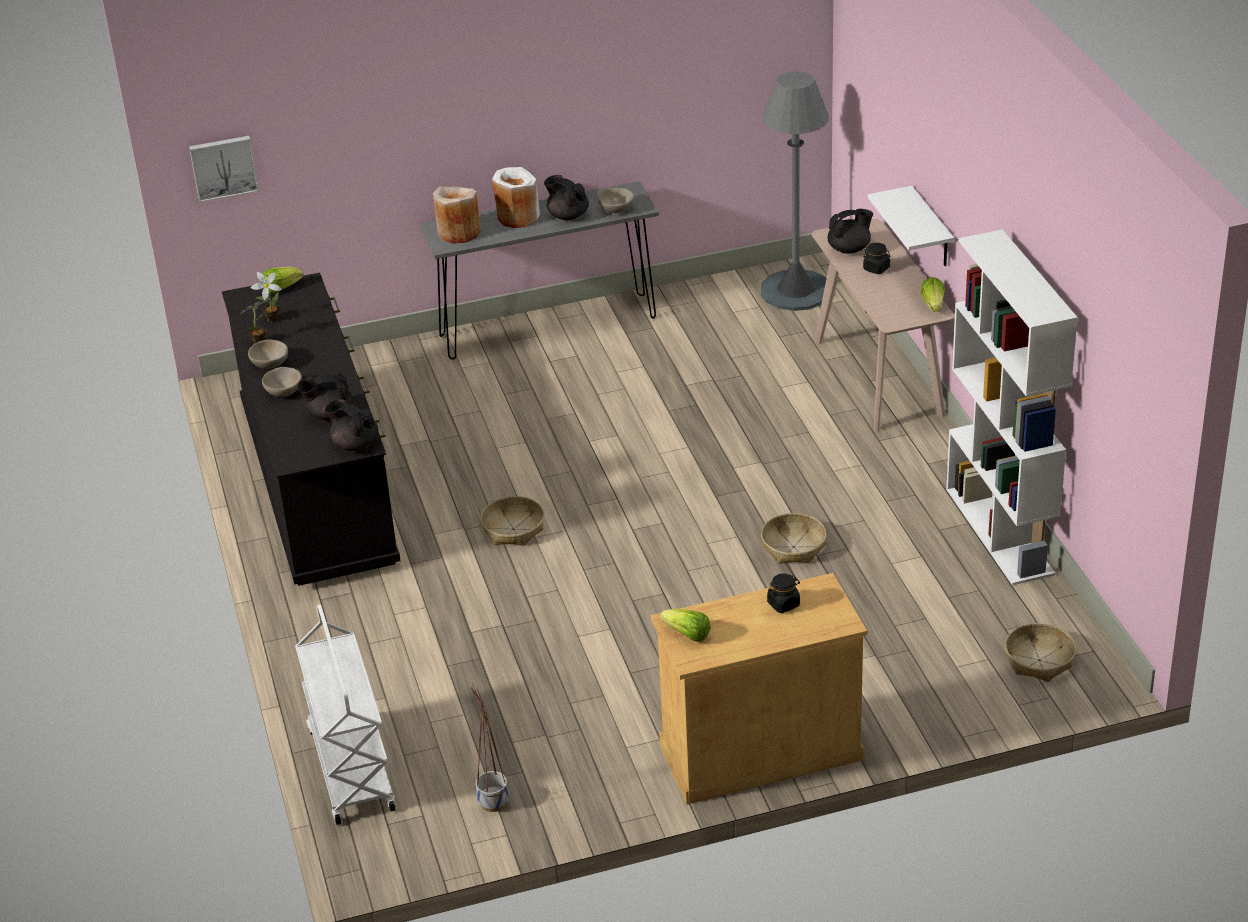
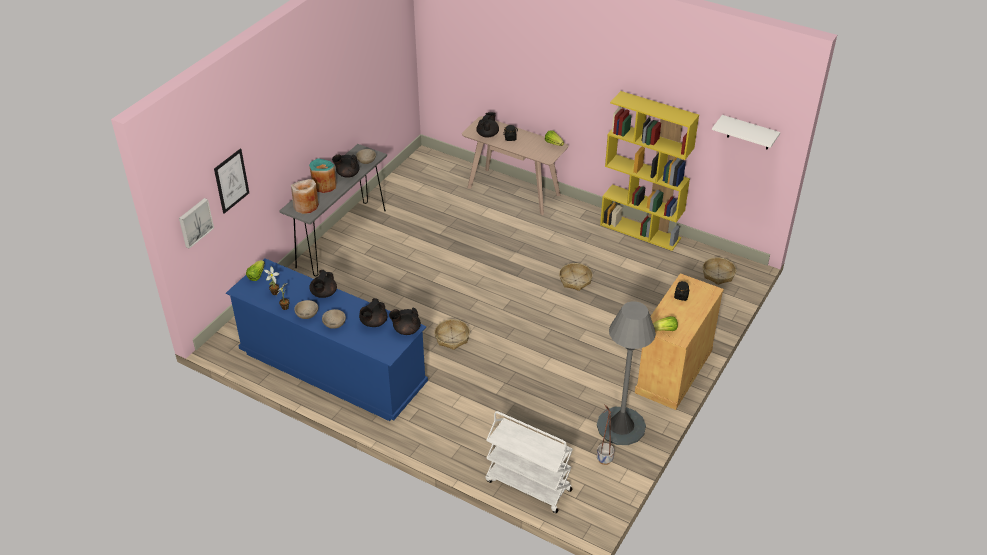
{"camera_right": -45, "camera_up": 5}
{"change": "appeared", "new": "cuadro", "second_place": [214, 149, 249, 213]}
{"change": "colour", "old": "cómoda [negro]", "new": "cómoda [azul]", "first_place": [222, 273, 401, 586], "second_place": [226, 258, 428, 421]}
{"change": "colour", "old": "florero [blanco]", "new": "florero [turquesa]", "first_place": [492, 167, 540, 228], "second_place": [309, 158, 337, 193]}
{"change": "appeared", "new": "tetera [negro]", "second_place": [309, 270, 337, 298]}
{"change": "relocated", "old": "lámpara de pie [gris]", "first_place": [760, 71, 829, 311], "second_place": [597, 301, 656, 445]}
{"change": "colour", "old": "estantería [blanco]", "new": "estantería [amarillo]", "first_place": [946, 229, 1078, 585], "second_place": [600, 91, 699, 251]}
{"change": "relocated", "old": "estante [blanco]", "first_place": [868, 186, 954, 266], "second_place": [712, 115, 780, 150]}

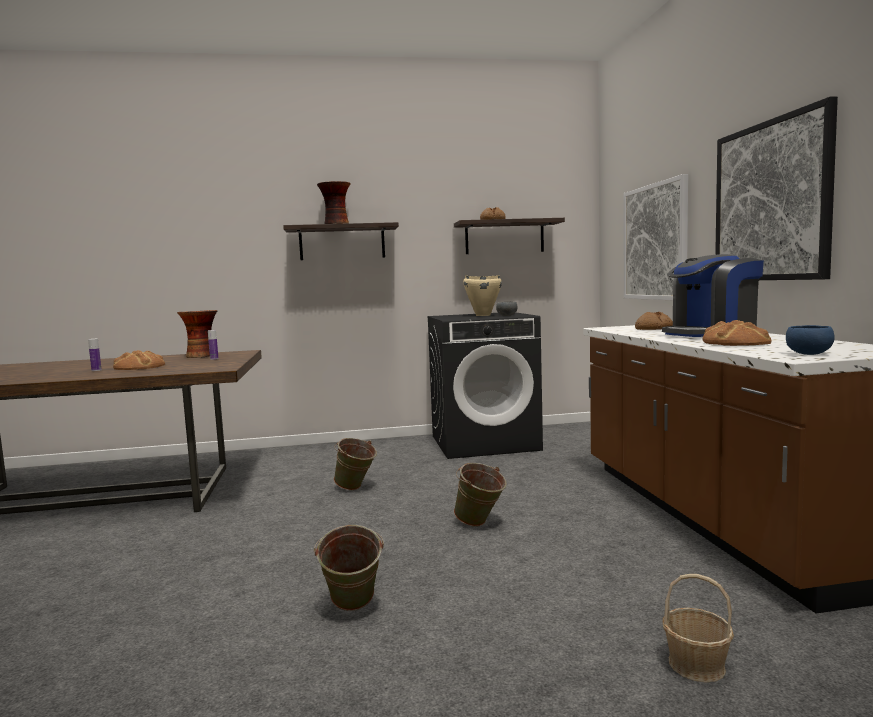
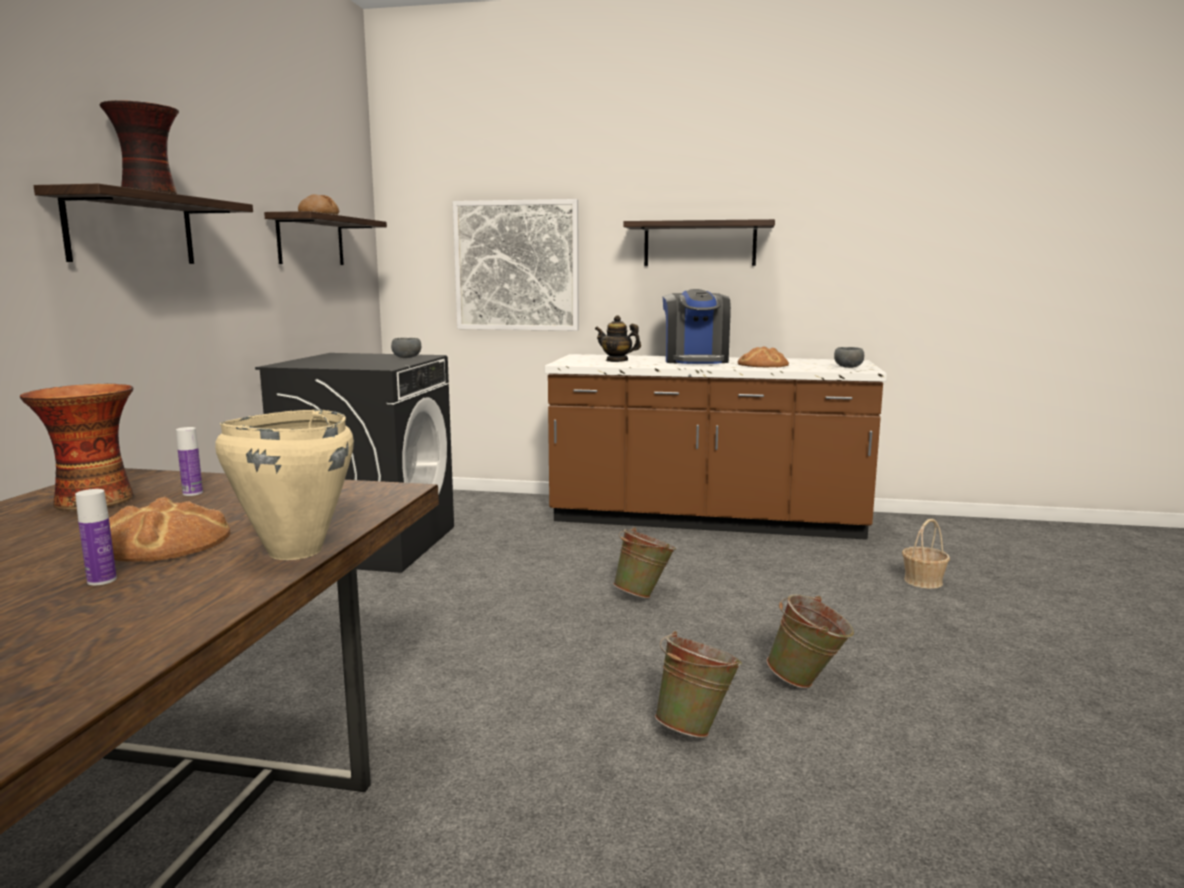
{"camera_right": -70, "camera_up": 5}
{"change": "relocated", "old": "olla [beis]", "first_place": [463, 275, 502, 316], "second_place": [215, 409, 354, 560]}
{"change": "exchanged", "old": "pan", "new": "tetera", "first_place": [635, 312, 673, 330], "second_place": [595, 315, 641, 362]}
{"change": "exchanged", "old": "cuadro", "new": "estante", "first_place": [715, 97, 838, 280], "second_place": [623, 219, 775, 266]}
{"change": "relocated", "old": "cubo [verde]", "first_place": [334, 438, 377, 490], "second_place": [655, 631, 742, 738]}
{"change": "colour", "old": "cuenco [azul]", "new": "cuenco [gris]", "first_place": [786, 325, 835, 355], "second_place": [834, 347, 864, 368]}

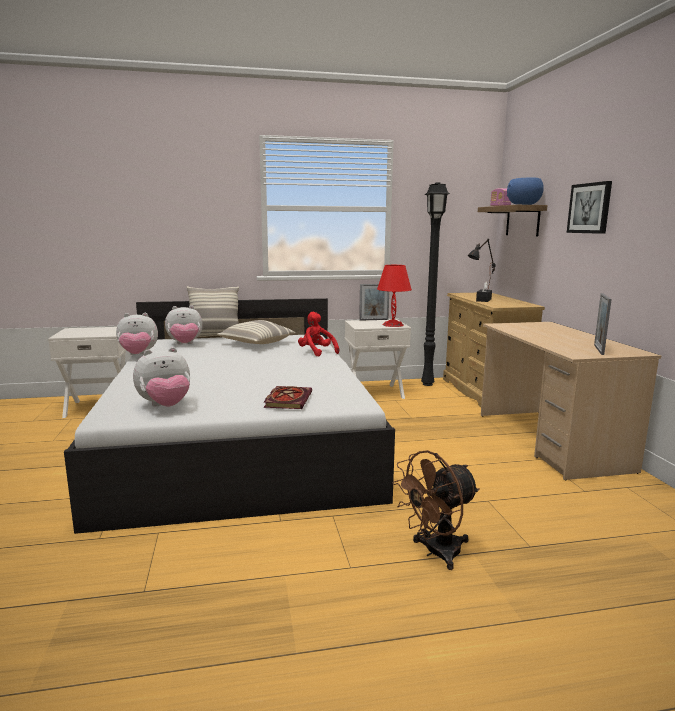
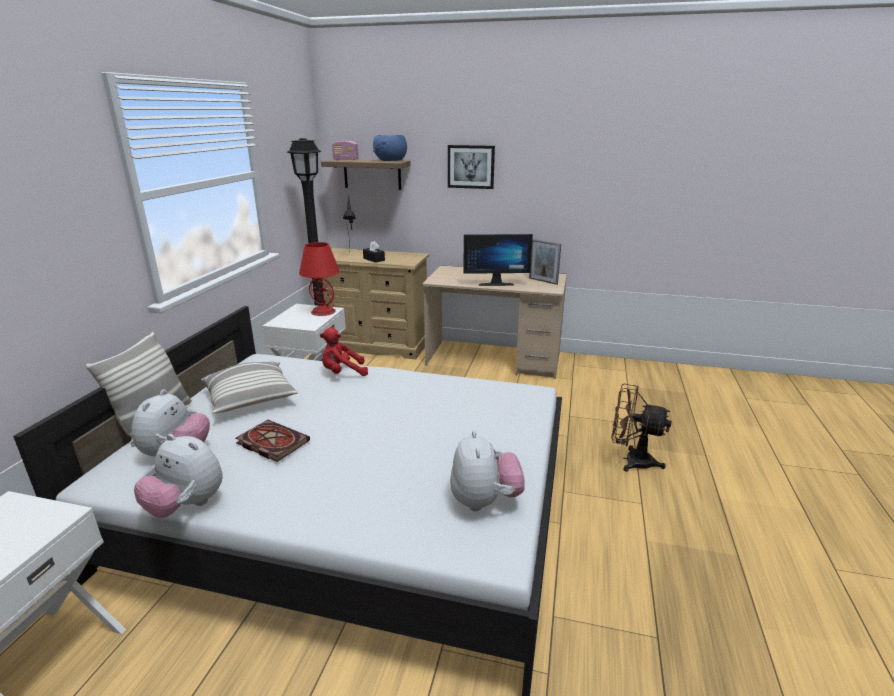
{"camera_right": -65, "camera_up": 10}
{"change": "spun", "old": "peluche", "first_place": [116, 313, 158, 355], "second_place": [134, 434, 223, 518], "degrees": 105}
{"change": "relocated", "old": "libro", "first_place": [264, 386, 312, 409], "second_place": [236, 420, 310, 462]}
{"change": "appeared", "new": "monitor", "second_place": [463, 234, 533, 286]}
{"change": "spun", "old": "ventilador [marrón]", "first_place": [392, 450, 480, 570], "second_place": [611, 384, 672, 472], "degrees": 120}
{"change": "missing", "old": "portarretratos", "first_place": [359, 284, 389, 321]}

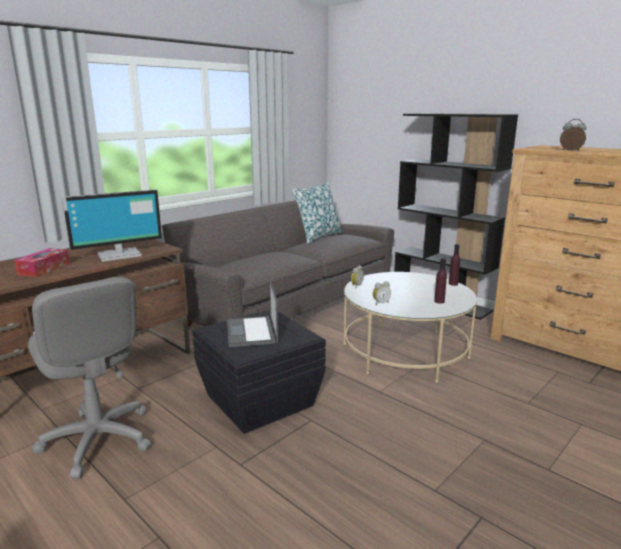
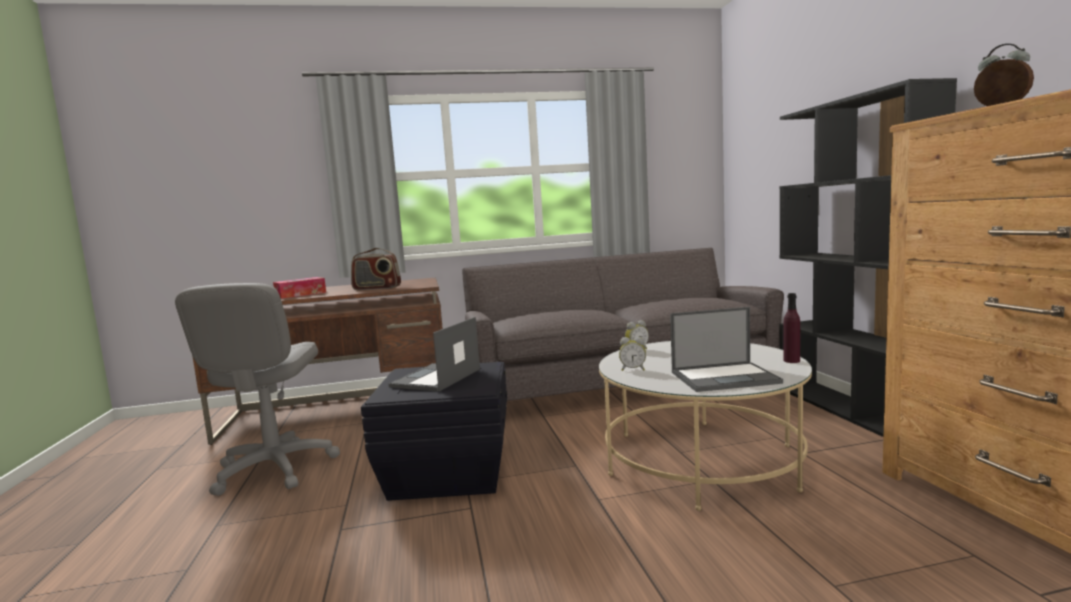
{"camera_right": 35, "camera_up": -10}
{"change": "exchanged", "old": "monitor", "new": "radio", "first_place": [62, 190, 162, 262], "second_place": [351, 248, 401, 290]}
{"change": "exchanged", "old": "botella [morado]", "new": "portátil", "first_place": [434, 258, 447, 304], "second_place": [670, 307, 783, 392]}
{"change": "missing", "old": "cojín", "first_place": [292, 182, 343, 244]}

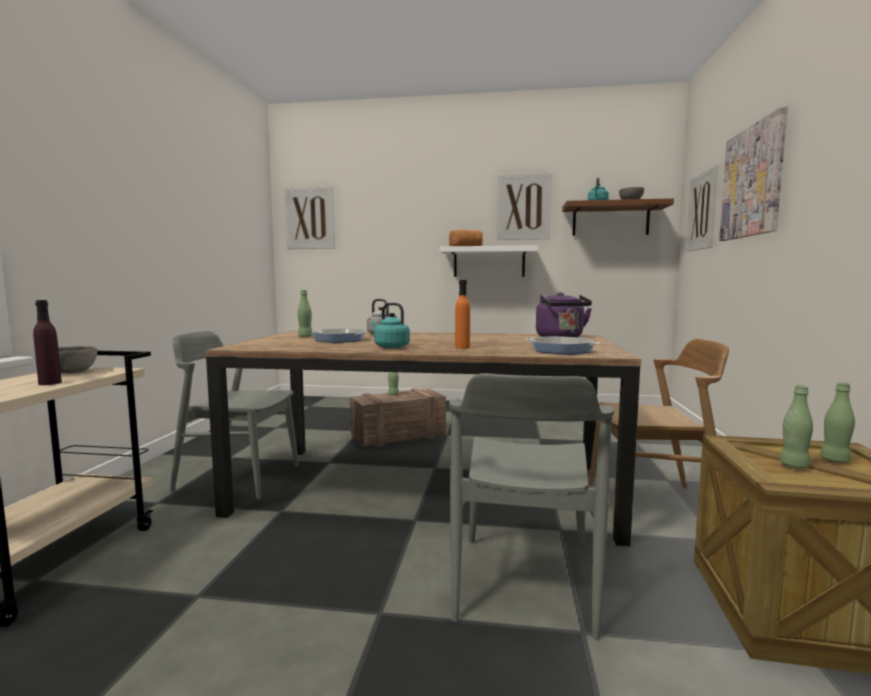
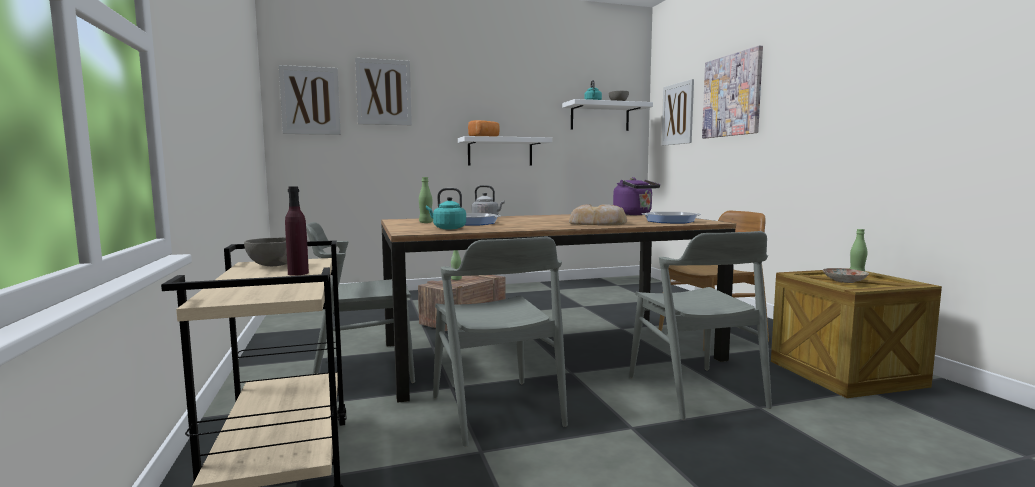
{"camera_right": -25, "camera_up": 0}
{"change": "relocated", "old": "cuadro", "first_place": [497, 173, 552, 240], "second_place": [355, 58, 412, 125]}
{"change": "relocated", "old": "hervidor [turquesa]", "first_place": [372, 303, 410, 348], "second_place": [426, 188, 466, 229]}
{"change": "appeared", "new": "silla [gris]", "second_place": [433, 236, 568, 447]}
{"change": "colour", "old": "estante [marrón]", "new": "estante [blanco]", "first_place": [562, 198, 674, 236], "second_place": [562, 99, 653, 131]}
{"change": "exchanged", "old": "botella [naranja]", "new": "pan", "first_place": [455, 280, 470, 349], "second_place": [569, 204, 627, 225]}
{"change": "exchanged", "old": "botella [verde]", "new": "plato", "first_place": [780, 385, 813, 468], "second_place": [823, 268, 869, 283]}

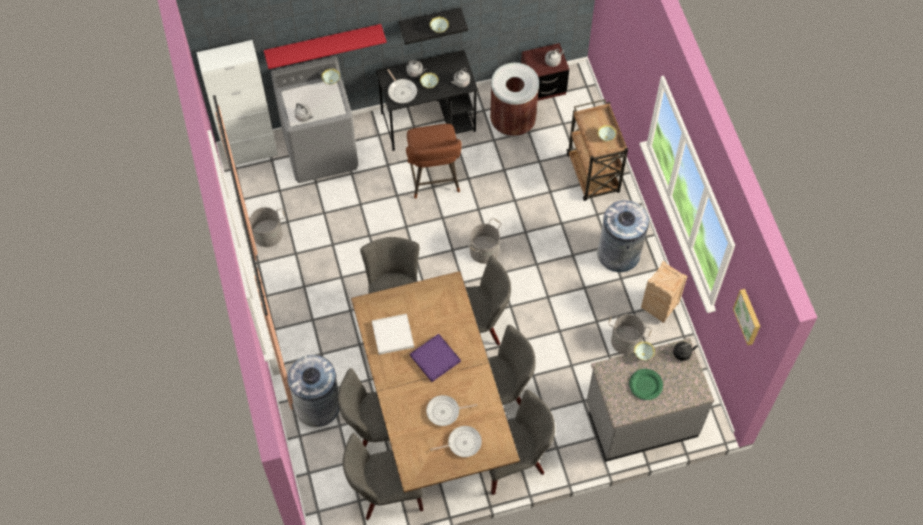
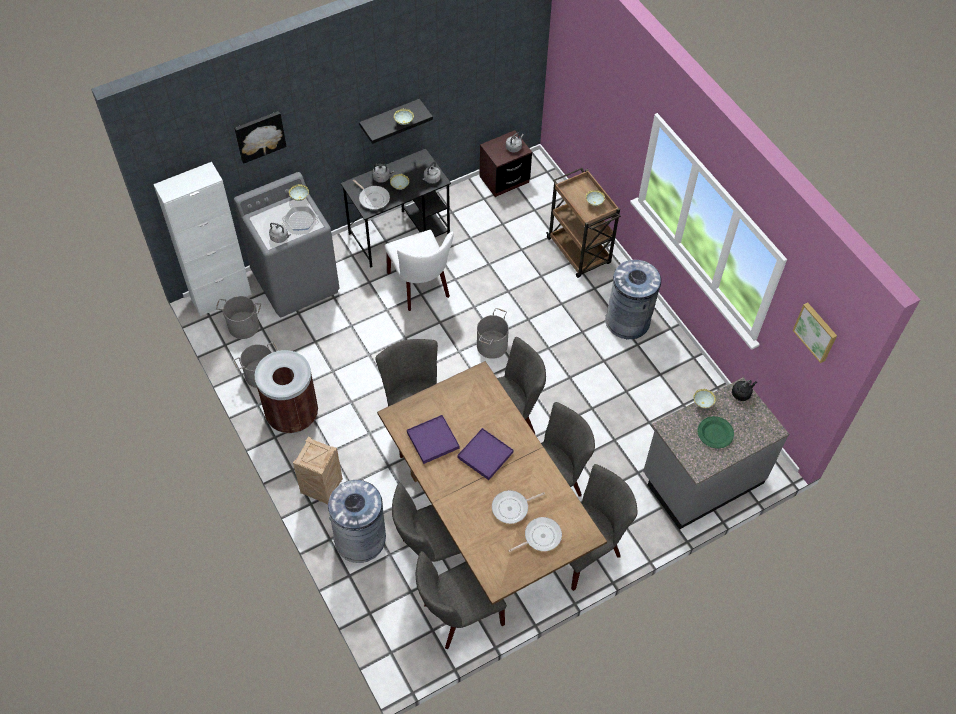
{"camera_right": -15, "camera_up": -5}
{"change": "relocated", "old": "cubo [gris]", "first_place": [608, 314, 652, 355], "second_place": [216, 296, 261, 339]}
{"change": "appeared", "new": "cuadro", "second_place": [234, 111, 287, 164]}
{"change": "relocated", "old": "papelera [marrón]", "first_place": [490, 63, 539, 137], "second_place": [255, 350, 318, 434]}
{"change": "appeared", "new": "sartén", "second_place": [282, 206, 318, 231]}
{"change": "relocated", "old": "caja de embalaje", "first_place": [641, 261, 687, 323], "second_place": [293, 437, 343, 505]}
{"change": "exchanged", "old": "taburete [marrón]", "new": "silla [blanco]", "first_place": [406, 124, 462, 199], "second_place": [385, 230, 454, 311]}
{"change": "colour", "old": "bandeja [blanco]", "new": "bandeja [morado]", "first_place": [372, 314, 414, 355], "second_place": [407, 415, 460, 464]}
{"change": "missing", "old": "estante [rojo]", "first_place": [264, 24, 387, 69]}

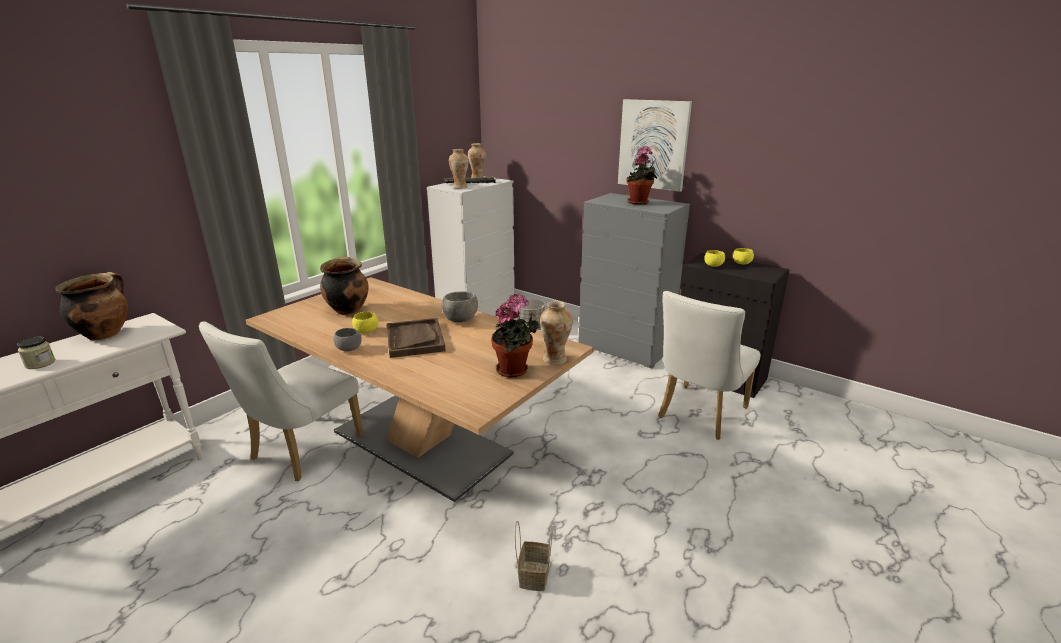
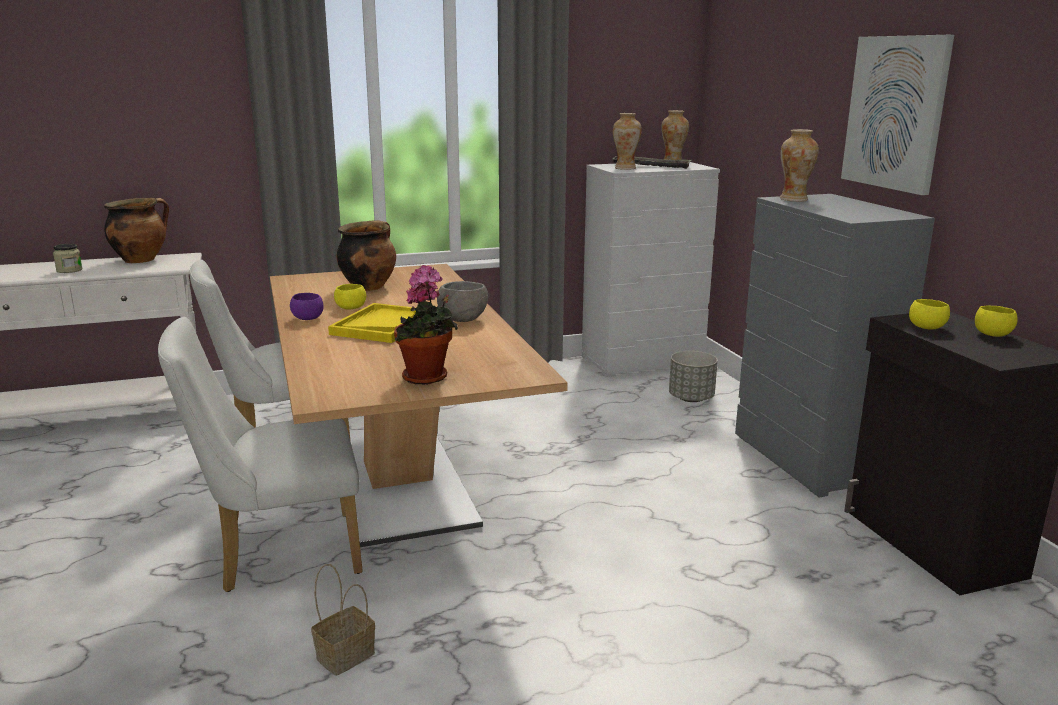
{"camera_right": 35, "camera_up": -5}
{"change": "relocated", "old": "silla [blanco]", "first_place": [658, 291, 761, 440], "second_place": [158, 317, 363, 592]}
{"change": "colour", "old": "cuenco [gris]", "new": "cuenco [morado]", "first_place": [333, 328, 362, 351], "second_place": [290, 293, 323, 320]}
{"change": "colour", "old": "bandeja [marrón]", "new": "bandeja [amarillo]", "first_place": [387, 318, 446, 358], "second_place": [328, 303, 416, 343]}
{"change": "relocated", "old": "florero", "first_place": [540, 300, 573, 365], "second_place": [780, 129, 819, 202]}
{"change": "missing", "old": "planta en maceta", "first_place": [626, 146, 657, 205]}

